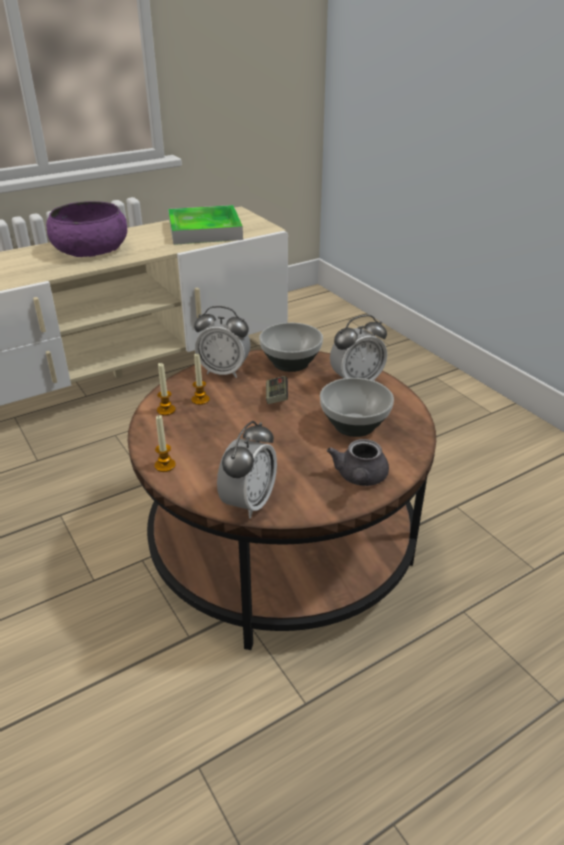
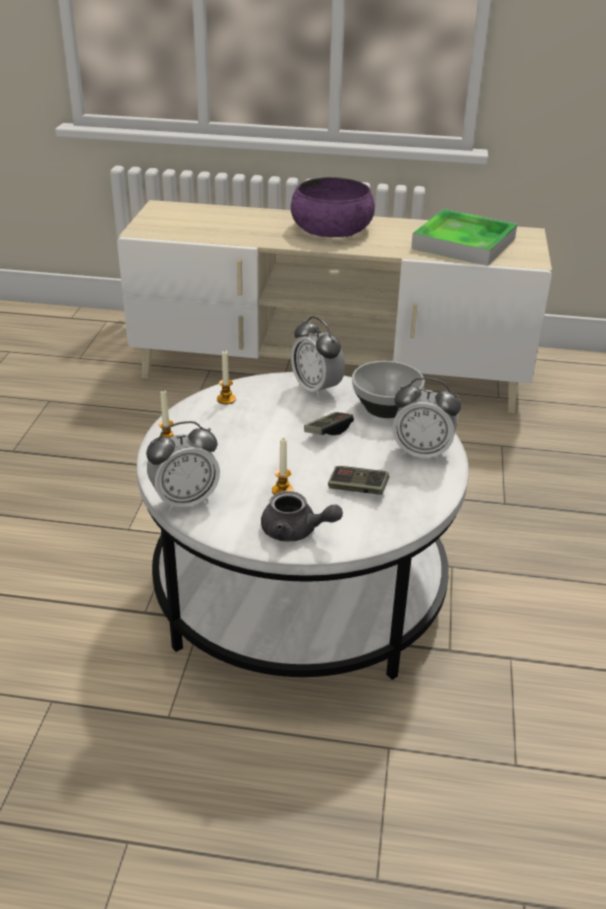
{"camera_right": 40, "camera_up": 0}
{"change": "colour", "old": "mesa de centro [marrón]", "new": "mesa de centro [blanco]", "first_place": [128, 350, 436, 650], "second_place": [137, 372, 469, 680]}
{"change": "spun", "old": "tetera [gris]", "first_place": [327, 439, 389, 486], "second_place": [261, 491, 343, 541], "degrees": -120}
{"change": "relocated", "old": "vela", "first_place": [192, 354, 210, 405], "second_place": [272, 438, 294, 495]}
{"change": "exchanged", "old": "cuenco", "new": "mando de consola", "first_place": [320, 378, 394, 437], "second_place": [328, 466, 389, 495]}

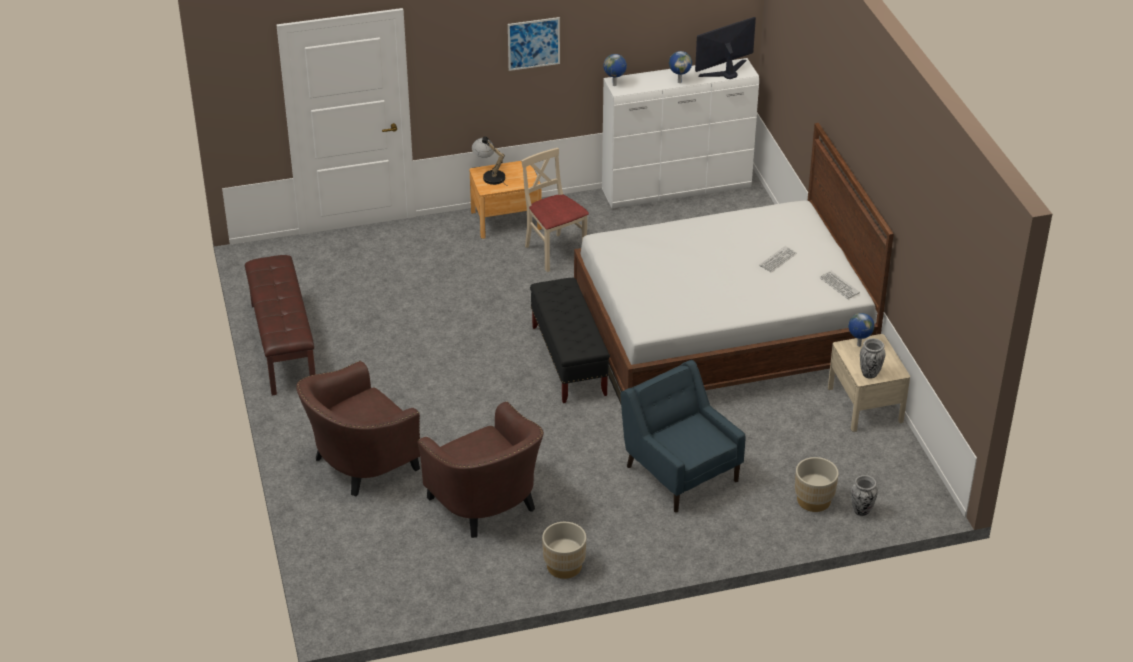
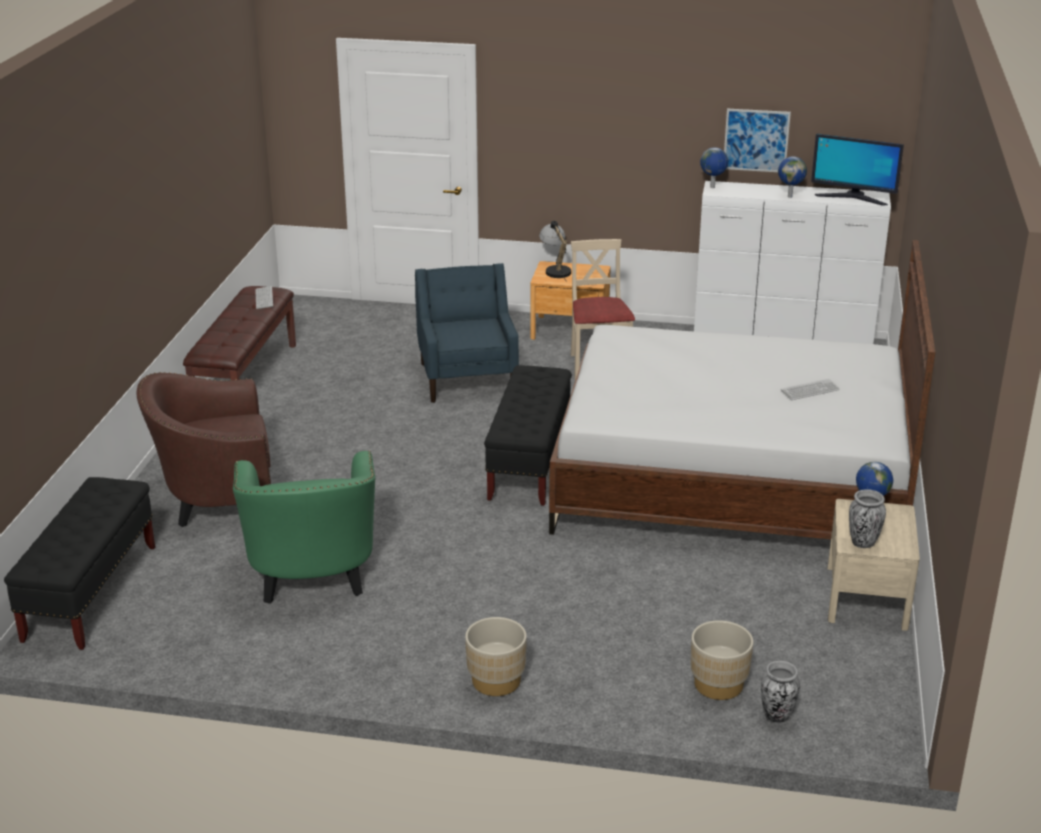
{"camera_right": 25, "camera_up": -10}
{"change": "appeared", "new": "banco [negro]", "second_place": [4, 477, 155, 650]}
{"change": "colour", "old": "sillón [marrón]", "new": "sillón [verde]", "first_place": [417, 401, 544, 538], "second_place": [233, 451, 375, 604]}
{"change": "relocated", "old": "teclado", "first_place": [819, 271, 860, 299], "second_place": [255, 286, 273, 309]}
{"change": "relocated", "old": "sillón [azul]", "first_place": [621, 360, 746, 513], "second_place": [415, 263, 519, 403]}
{"change": "relocated", "old": "maceta [beis]", "first_place": [542, 522, 586, 579], "second_place": [465, 617, 527, 696]}
{"change": "relocated", "old": "cuadro", "first_place": [508, 17, 560, 71], "second_place": [724, 109, 791, 172]}
{"change": "spun", "old": "monitor", "first_place": [695, 17, 756, 79], "second_place": [811, 134, 904, 206], "degrees": -150}

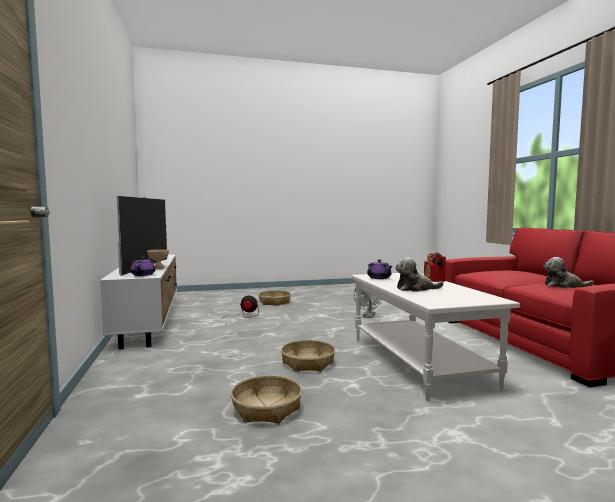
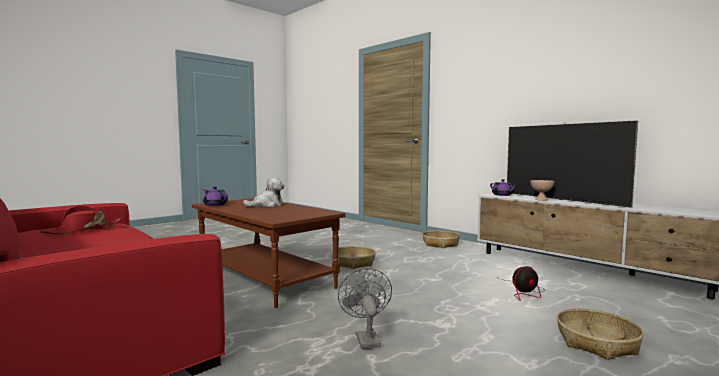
{"camera_right": 150, "camera_up": 0}
{"change": "exchanged", "old": "peluche", "new": "sombrero [rojo]", "first_place": [543, 257, 594, 288], "second_place": [40, 206, 123, 234]}
{"change": "colour", "old": "mesa de centro [blanco]", "new": "mesa de centro [marrón]", "first_place": [351, 273, 520, 401], "second_place": [192, 198, 346, 308]}
{"change": "relocated", "old": "tetera [morado]", "first_place": [367, 259, 392, 279], "second_place": [202, 186, 228, 206]}
{"change": "relocated", "old": "cesta", "first_place": [231, 376, 302, 424], "second_place": [422, 230, 460, 248]}
{"change": "missing", "old": "radio", "first_place": [424, 252, 446, 282]}

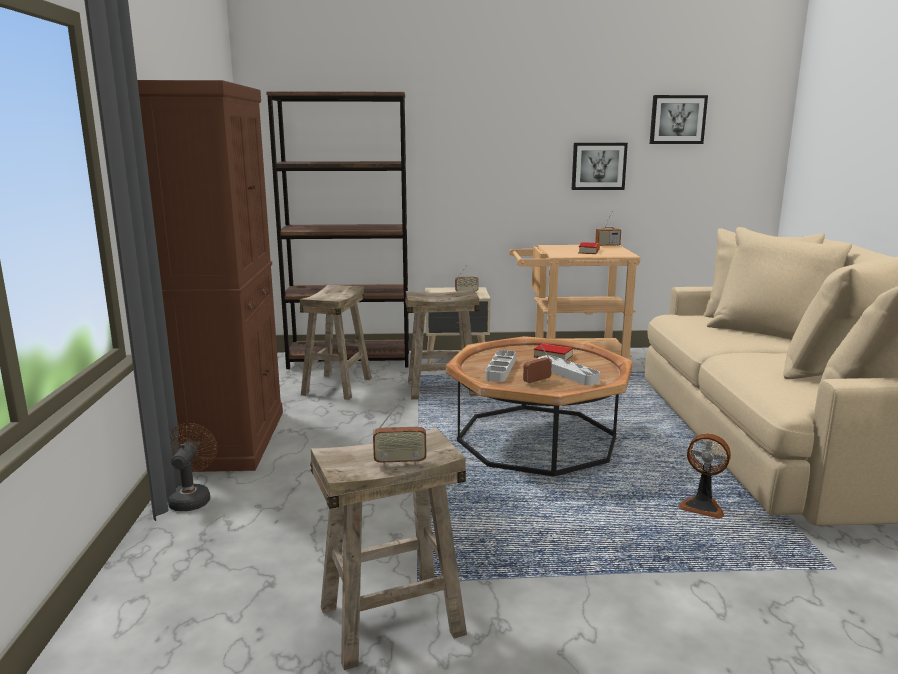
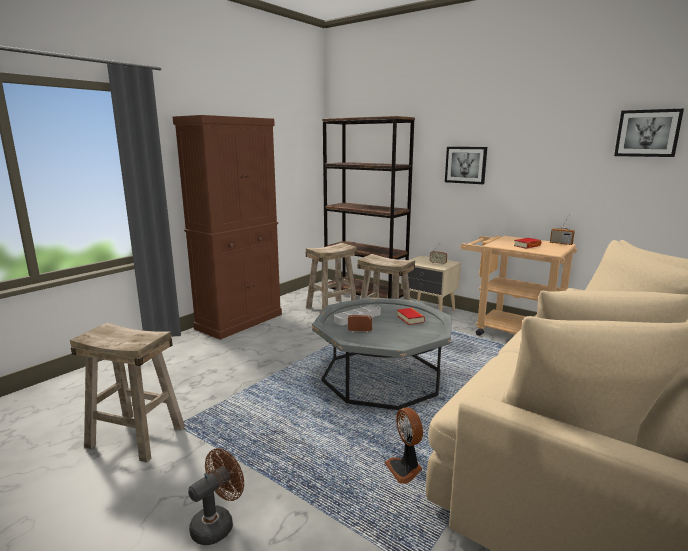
{"camera_right": 40, "camera_up": 0}
{"change": "relocated", "old": "ventilador [marrón]", "first_place": [168, 423, 217, 511], "second_place": [188, 448, 244, 545]}
{"change": "colour", "old": "mesa de centro [marrón]", "new": "mesa de centro [gris]", "first_place": [446, 336, 633, 477], "second_place": [312, 297, 452, 410]}
{"change": "relocated", "old": "cuadro", "first_place": [572, 143, 628, 190], "second_place": [445, 147, 487, 184]}
{"change": "missing", "old": "radio", "first_place": [373, 401, 426, 466]}
{"change": "missing", "old": "bandeja [gris]", "first_place": [538, 355, 600, 385]}

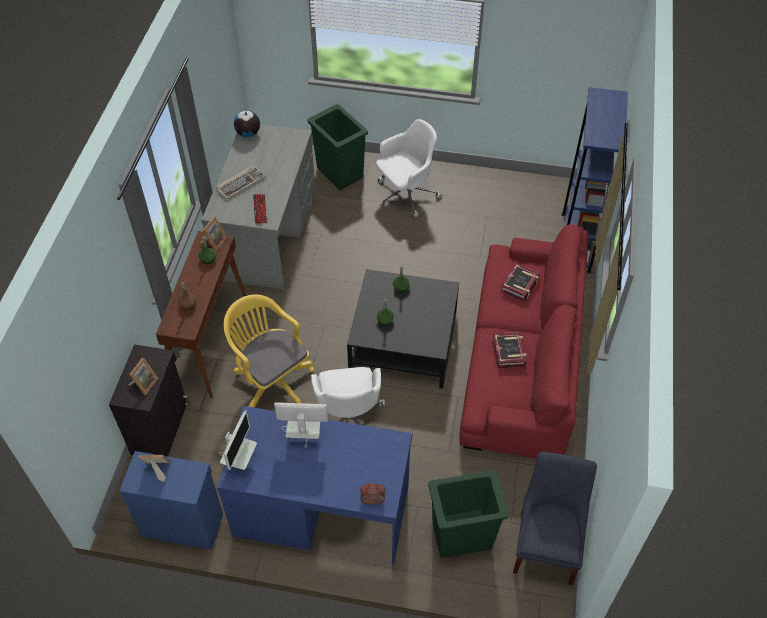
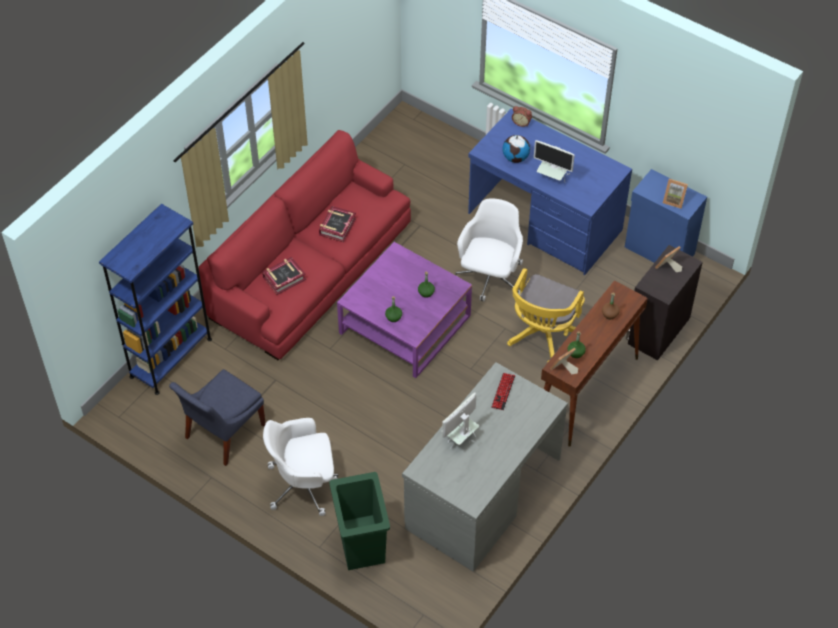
{"camera_right": -155, "camera_up": 0}
{"change": "relocated", "old": "silla [azul]", "first_place": [513, 452, 597, 585], "second_place": [169, 369, 266, 466]}
{"change": "colour", "old": "mesa de centro [negro]", "new": "mesa de centro [morado]", "first_place": [347, 269, 459, 389], "second_place": [337, 242, 472, 378]}
{"change": "relocated", "old": "monitor", "first_place": [219, 410, 257, 470], "second_place": [442, 392, 479, 449]}
{"change": "relocated", "old": "globo terráqueo", "first_place": [234, 110, 260, 137], "second_place": [502, 135, 530, 163]}
{"change": "spun", "old": "silla de oficina [amarillo]", "first_place": [224, 294, 314, 408], "second_place": [507, 268, 585, 362], "degrees": 45}
{"change": "missing", "old": "teclado", "first_place": [216, 165, 266, 199]}
{"change": "missing", "old": "papelera [verde]", "first_place": [428, 470, 509, 558]}

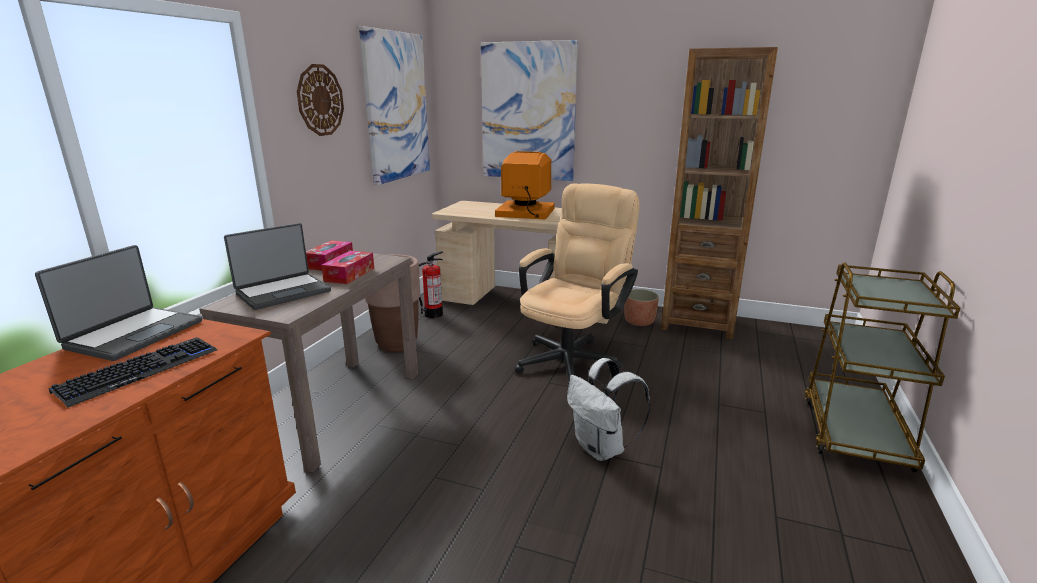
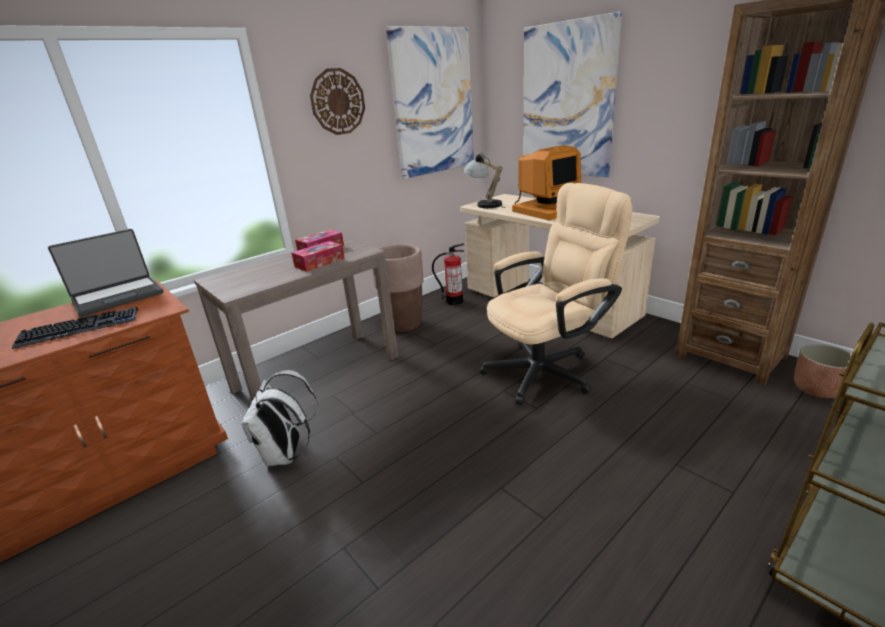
{"camera_right": 30, "camera_up": 5}
{"change": "relocated", "old": "mochila [blanco]", "first_place": [567, 358, 650, 461], "second_place": [242, 370, 318, 466]}
{"change": "appeared", "new": "lámpara de mesa", "second_place": [464, 153, 506, 208]}
{"change": "spun", "old": "monitor", "first_place": [495, 151, 555, 219], "second_place": [512, 145, 581, 220], "degrees": 105}
{"change": "relocated", "old": "maceta", "first_place": [624, 289, 659, 326], "second_place": [794, 344, 857, 398]}
{"change": "missing", "old": "portátil", "first_place": [224, 223, 331, 310]}

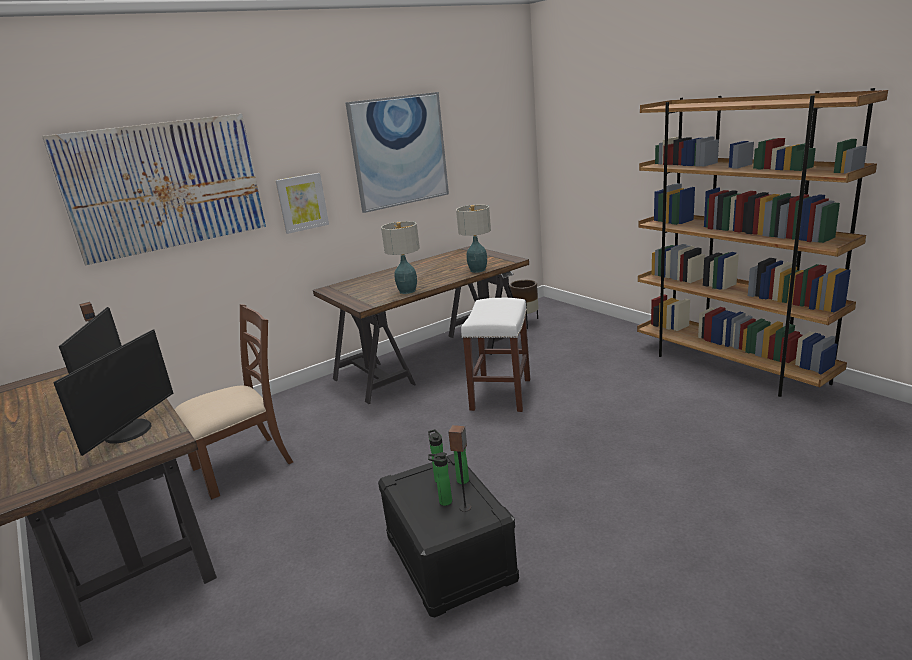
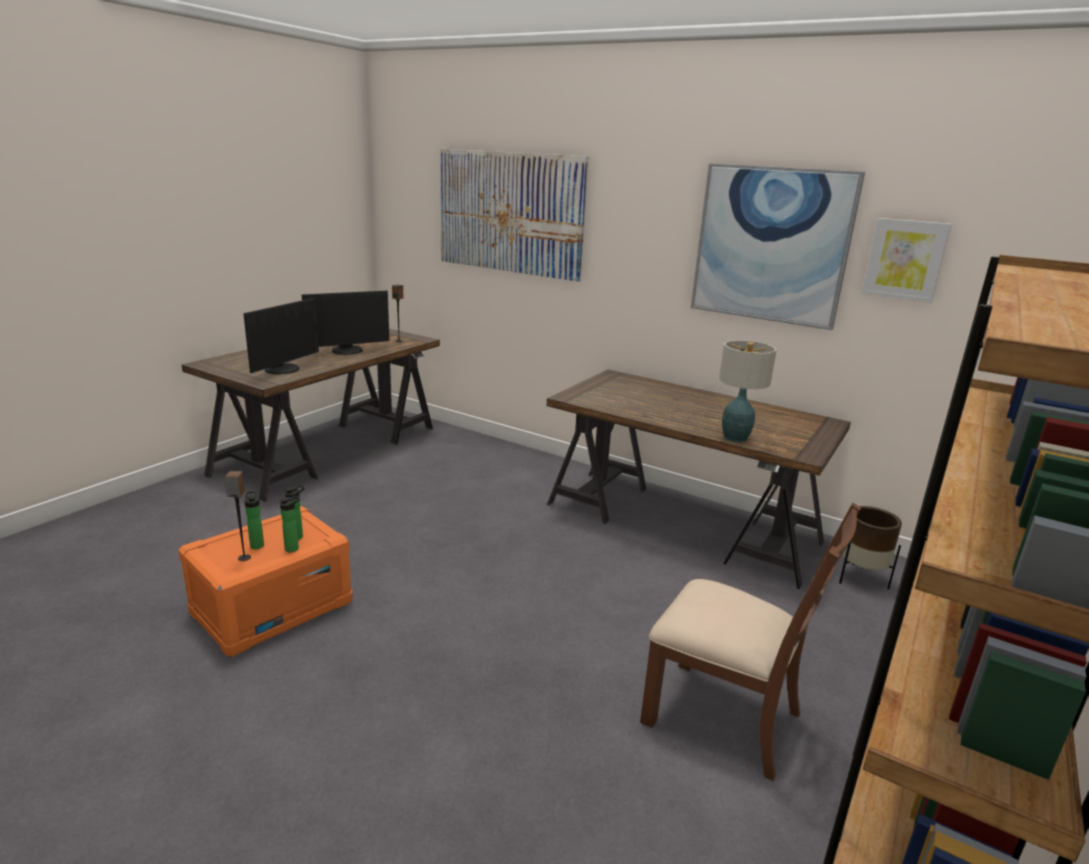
{"camera_right": 65, "camera_up": 0}
{"change": "colour", "old": "caja de almacenaje [negro]", "new": "caja de almacenaje [naranja]", "first_place": [378, 454, 519, 618], "second_place": [178, 506, 353, 657]}
{"change": "spun", "old": "monitor", "first_place": [53, 329, 173, 456], "second_place": [243, 298, 319, 374], "degrees": -60}
{"change": "relocated", "old": "silla [marrón]", "first_place": [174, 304, 293, 500], "second_place": [640, 503, 861, 781]}
{"change": "relocated", "old": "cuadro", "first_place": [276, 173, 329, 234], "second_place": [862, 218, 952, 303]}
{"change": "missing", "old": "lámpara de mesa", "first_place": [381, 221, 420, 294]}
{"change": "missing", "old": "taburete [blanco]", "first_place": [461, 298, 530, 412]}

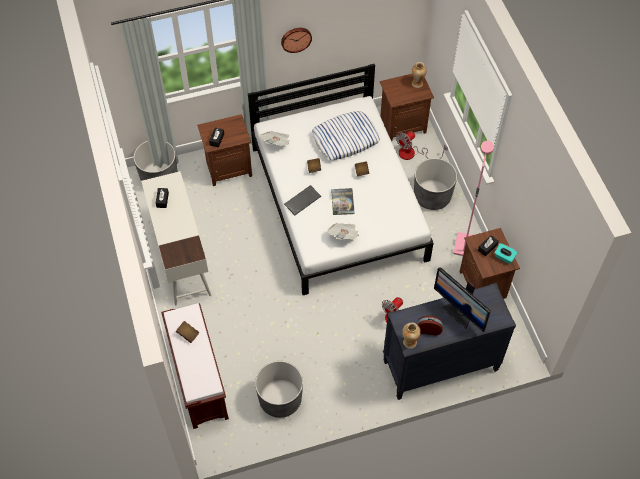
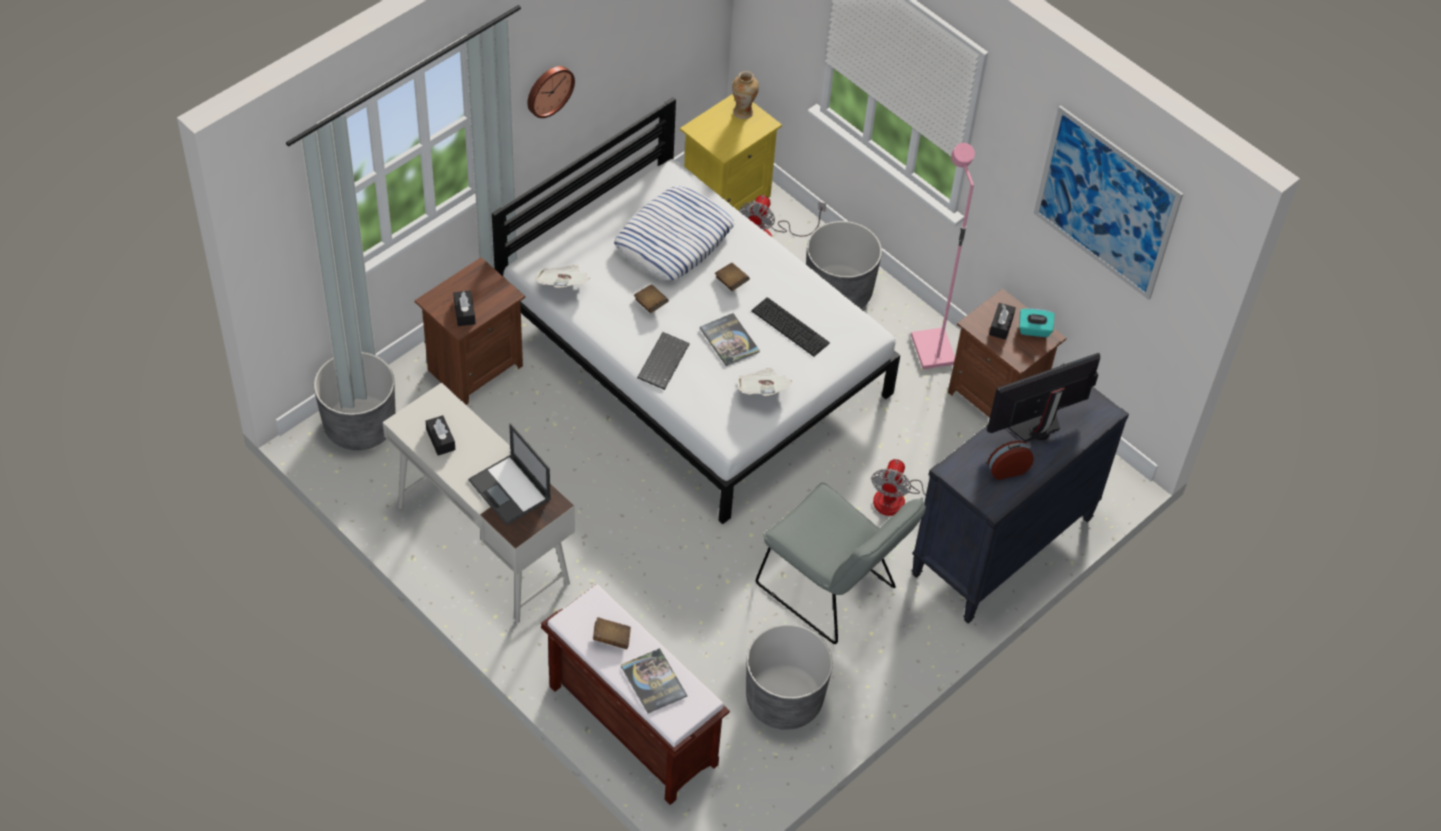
{"camera_right": -30, "camera_up": -5}
{"change": "appeared", "new": "portátil", "second_place": [468, 424, 551, 526]}
{"change": "appeared", "new": "libro", "second_place": [621, 648, 687, 714]}
{"change": "colour", "old": "mesita de noche [marrón]", "new": "mesita de noche [amarillo]", "first_place": [380, 74, 434, 141], "second_place": [680, 94, 782, 211]}
{"change": "appeared", "new": "teclado", "second_place": [751, 297, 830, 357]}
{"change": "appeared", "new": "silla [gris]", "second_place": [756, 483, 926, 644]}
{"change": "spun", "old": "monitor", "first_place": [434, 267, 491, 332], "second_place": [987, 353, 1100, 442], "degrees": 135}
{"change": "appeared", "new": "cuadro", "second_place": [1034, 105, 1183, 300]}
{"change": "missing", "old": "florero", "first_place": [402, 322, 421, 349]}

